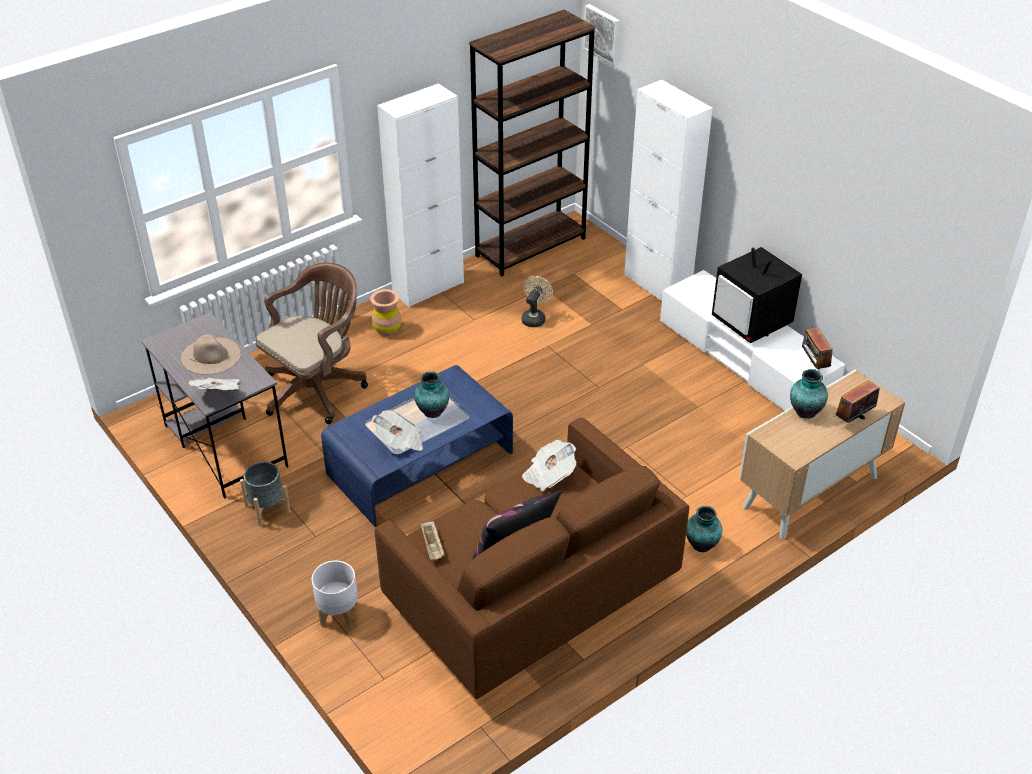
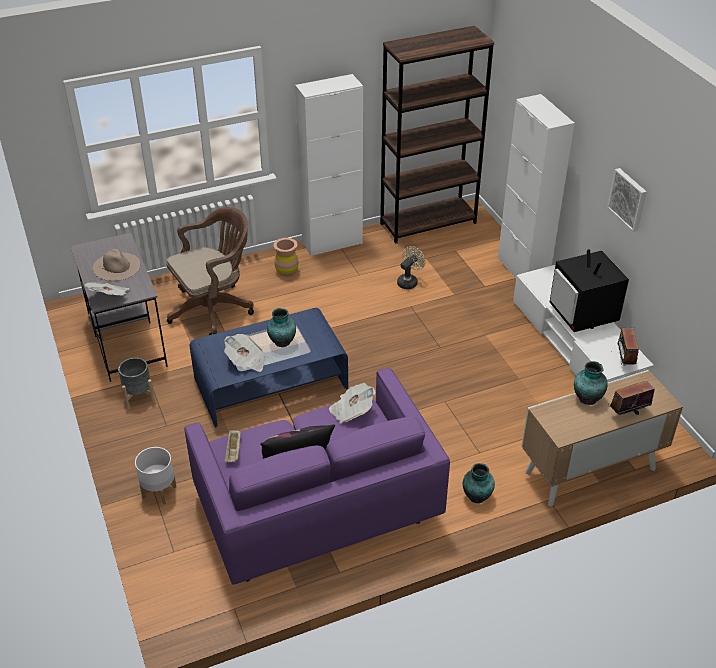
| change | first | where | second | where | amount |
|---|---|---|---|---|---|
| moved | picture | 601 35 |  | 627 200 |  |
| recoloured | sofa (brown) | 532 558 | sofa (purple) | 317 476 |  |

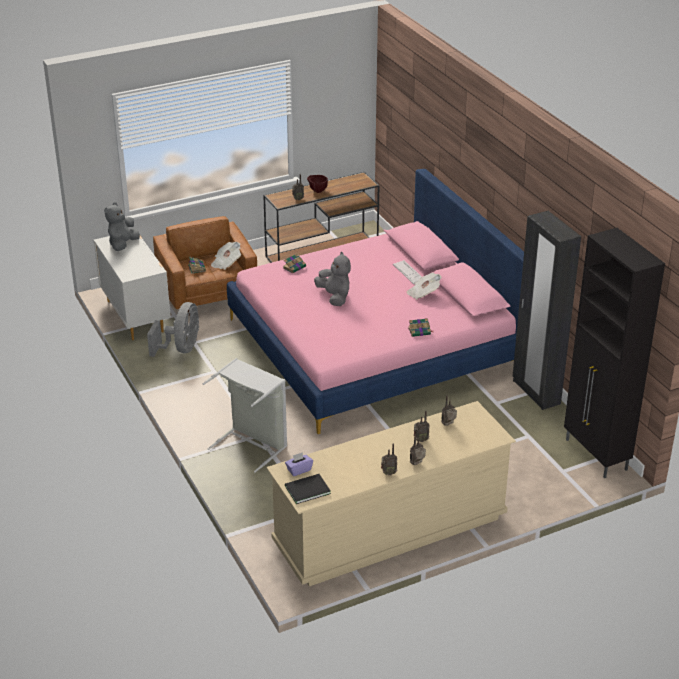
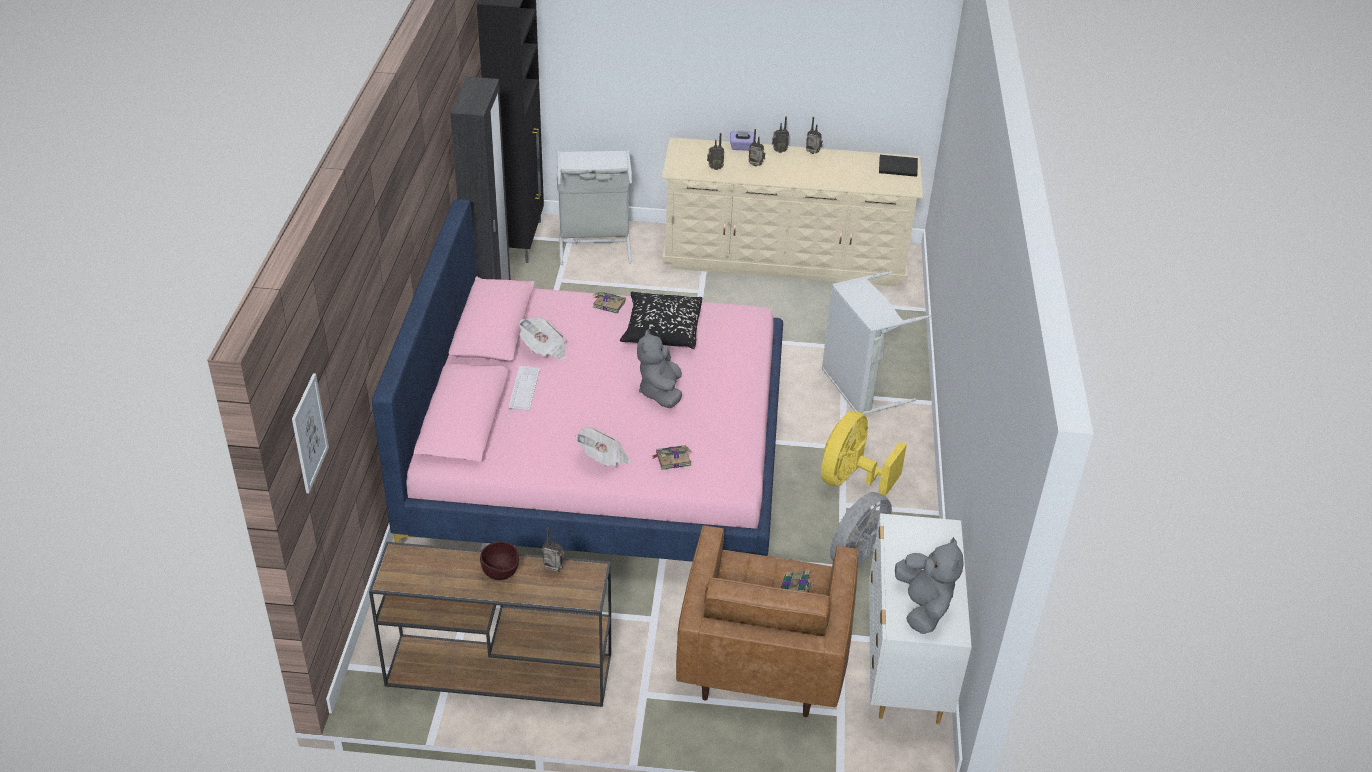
| change | first | where | second | where | amount |
|---|---|---|---|---|---|
| turned | plush toy (grey) | 122 226 |  | 929 585 | 60 degrees counterclockwise |
| moved | newspaper | 226 256 |  | 603 447 |  |
| moved | tissue box (purple) | 299 464 |  | 742 140 |  |
| added |  |  | laundry basket (grey) | 594 207 |  |
| added |  |  | pillow (black) | 661 320 |  |
| added |  |  | picture | 310 433 |  |
| added |  |  | fan (yellow) | 864 453 |  |

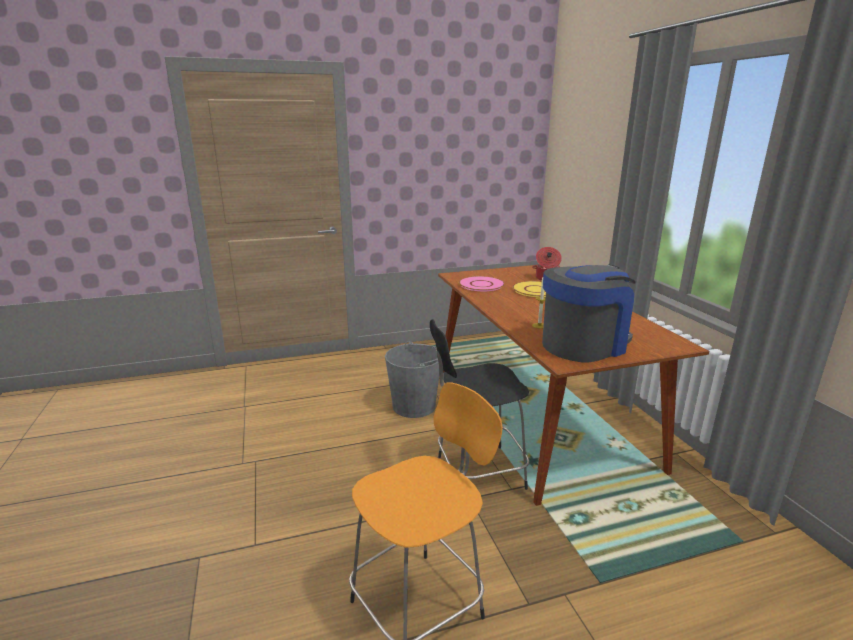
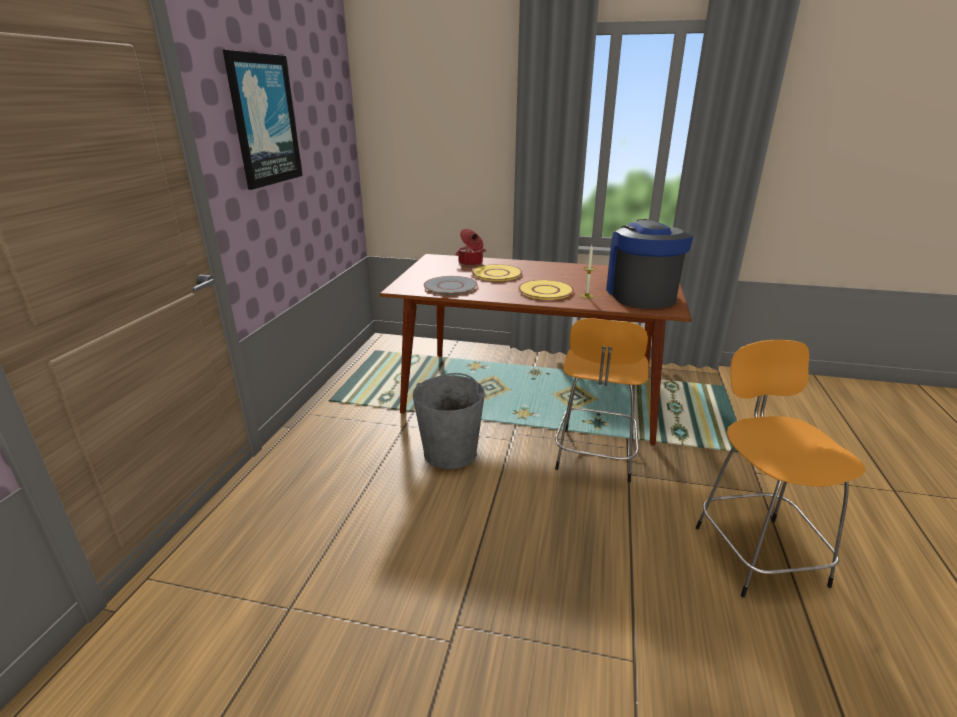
| change | first | where | second | where | amount |
|---|---|---|---|---|---|
| recoloured | plate (pink) | 482 283 | plate (grey) | 450 285 |  |
| recoloured | stool (black) | 480 404 | stool (orange) | 602 400 |  |
| added |  |  | picture | 263 120 |  |
| added |  |  | plate (yellow) | 546 290 |  |

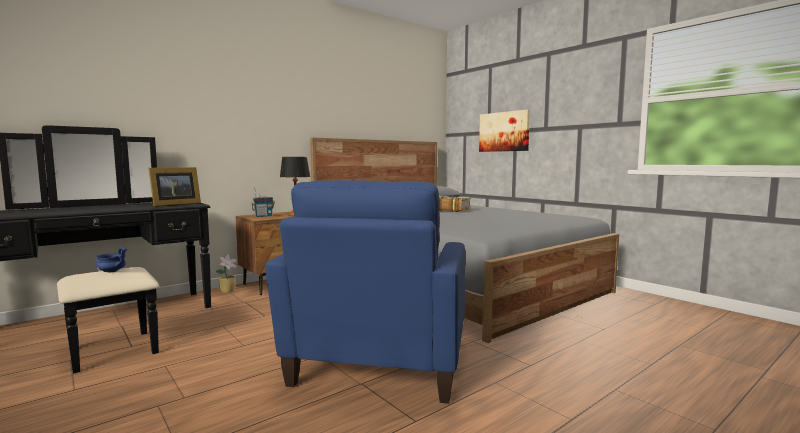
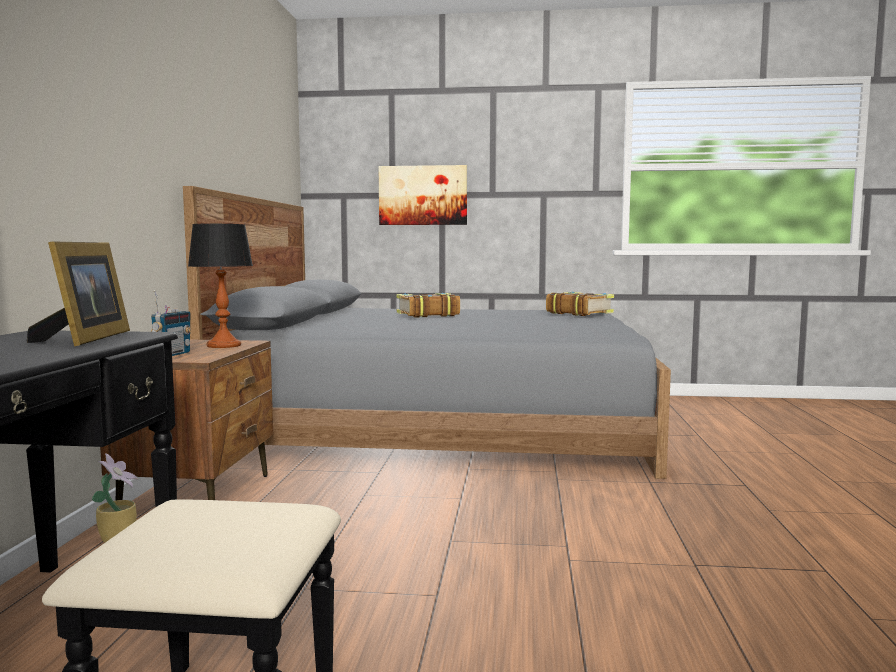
| change | first | where | second | where | amount |
|---|---|---|---|---|---|
| removed | armchair (blue) | 365 292 |  |  |  |
| removed | bowl (blue) | 111 259 |  |  |  |
| added |  |  | book | 580 304 |  |

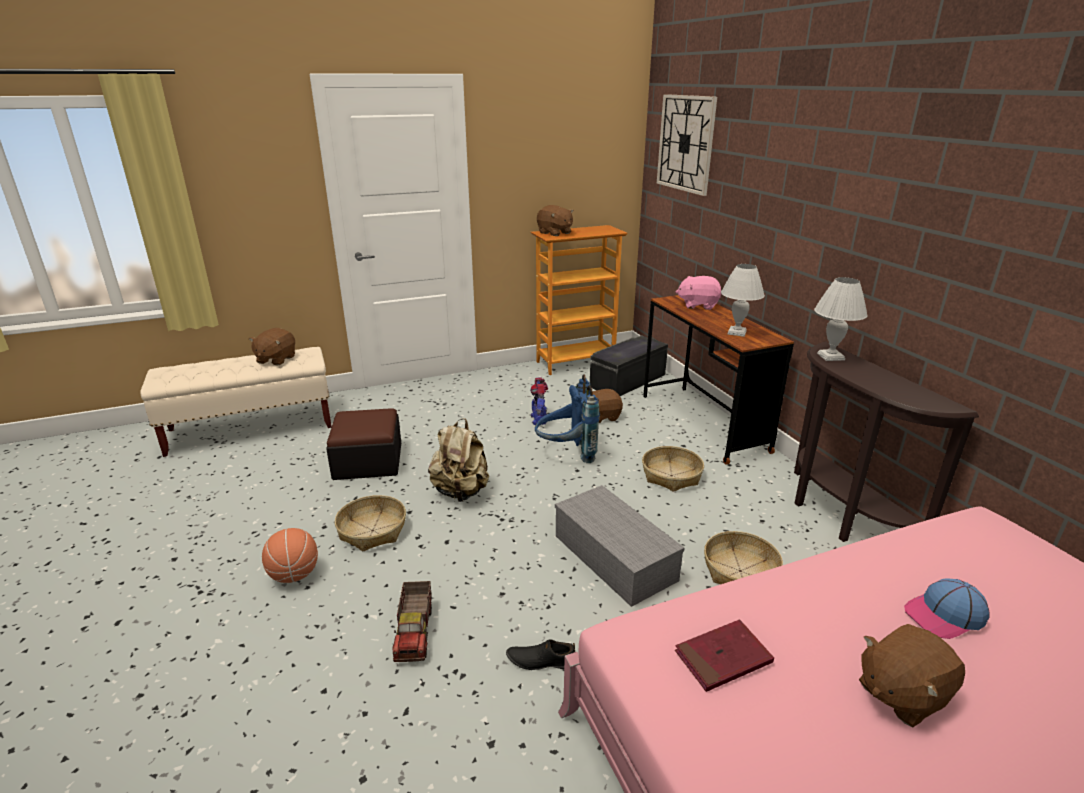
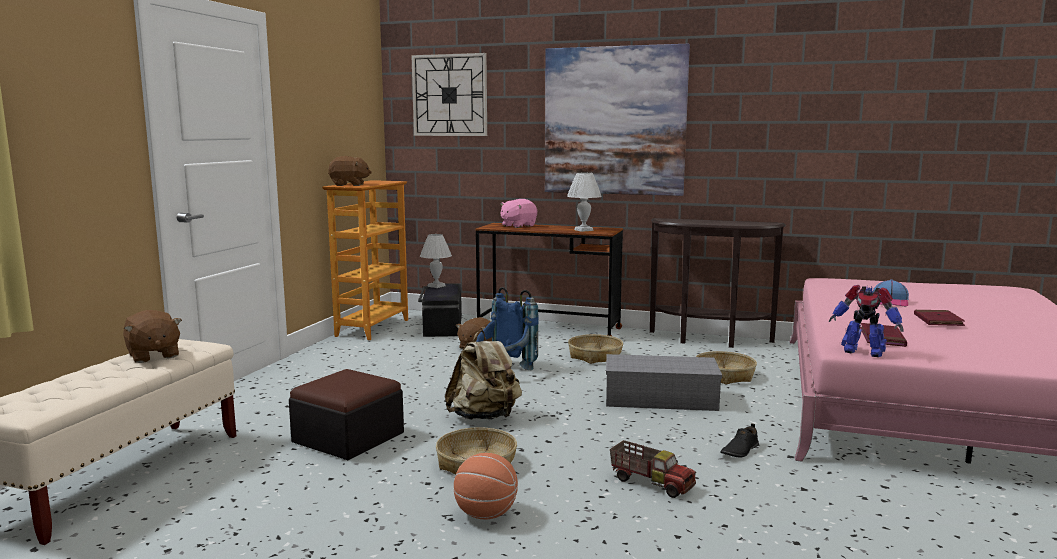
| change | first | where | second | where | amount |
|---|---|---|---|---|---|
| moved | table lamp (white) | 841 319 |  | 436 261 |  |
| moved | toy robot | 539 401 |  | 866 321 |  |
| replaced | plush toy (brown) | 912 675 | book (red) | 939 318 |  |
| added |  |  | picture | 617 120 |  |

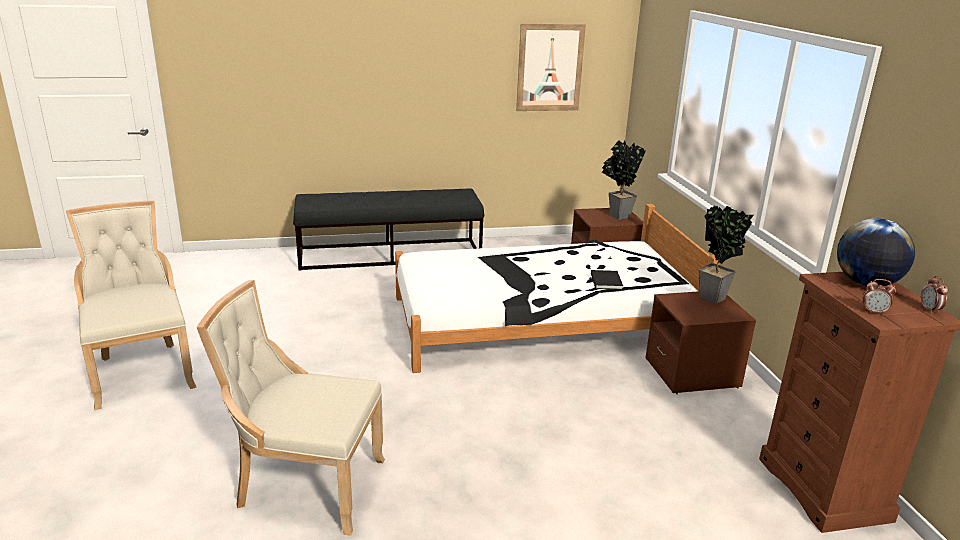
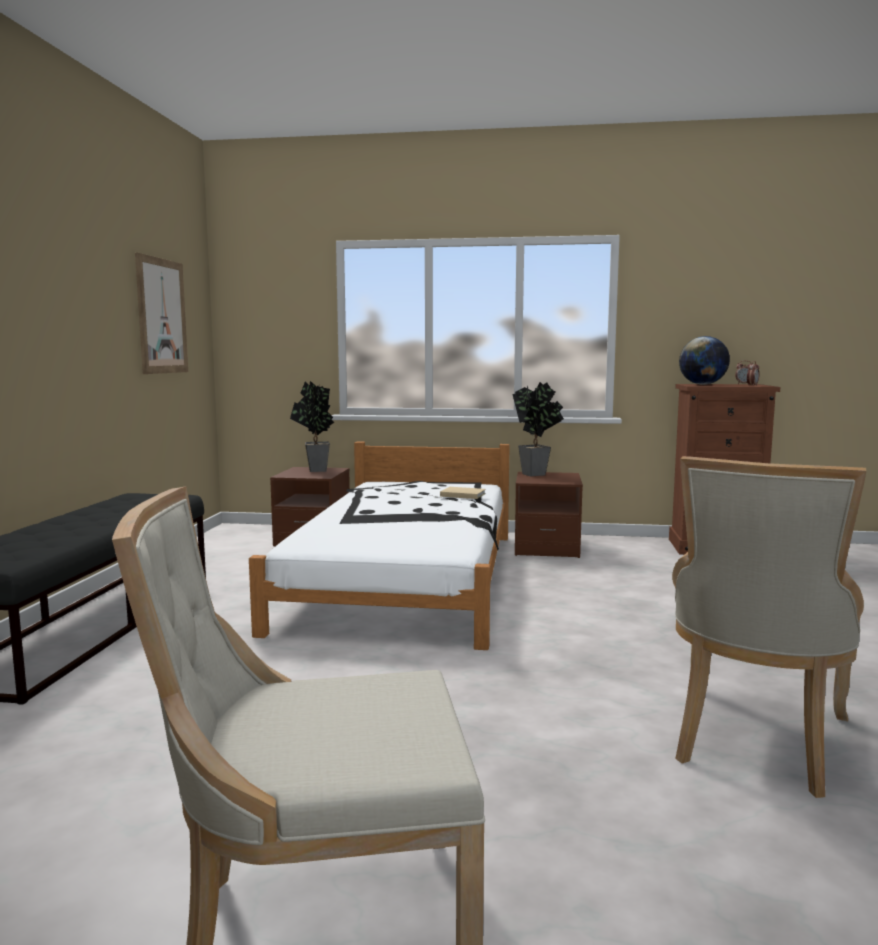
| change | first | where | second | where | amount |
|---|---|---|---|---|---|
| recoloured | book (black) | 607 280 | book (beige) | 463 493 |  |

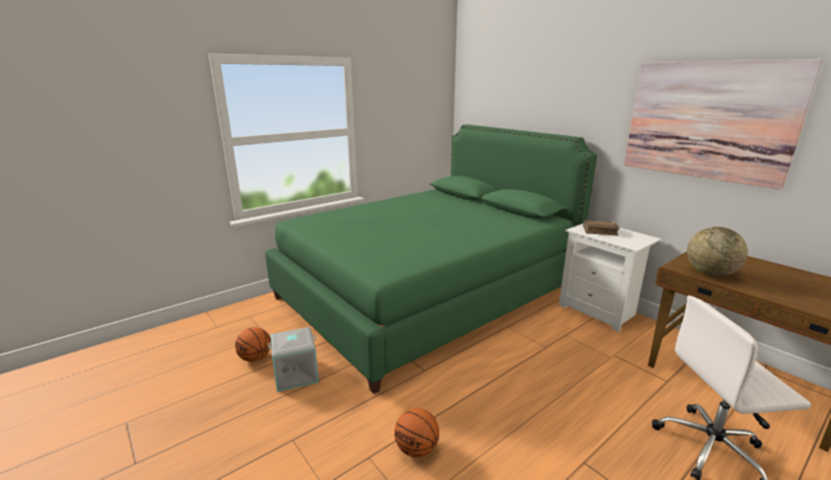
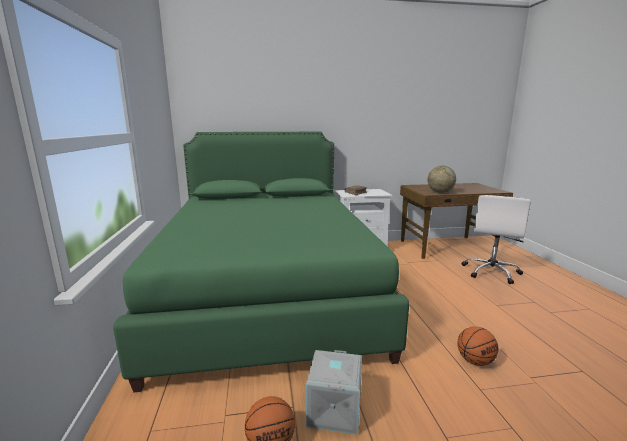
| change | first | where | second | where | amount |
|---|---|---|---|---|---|
| removed | picture | 724 124 |  |  |  |

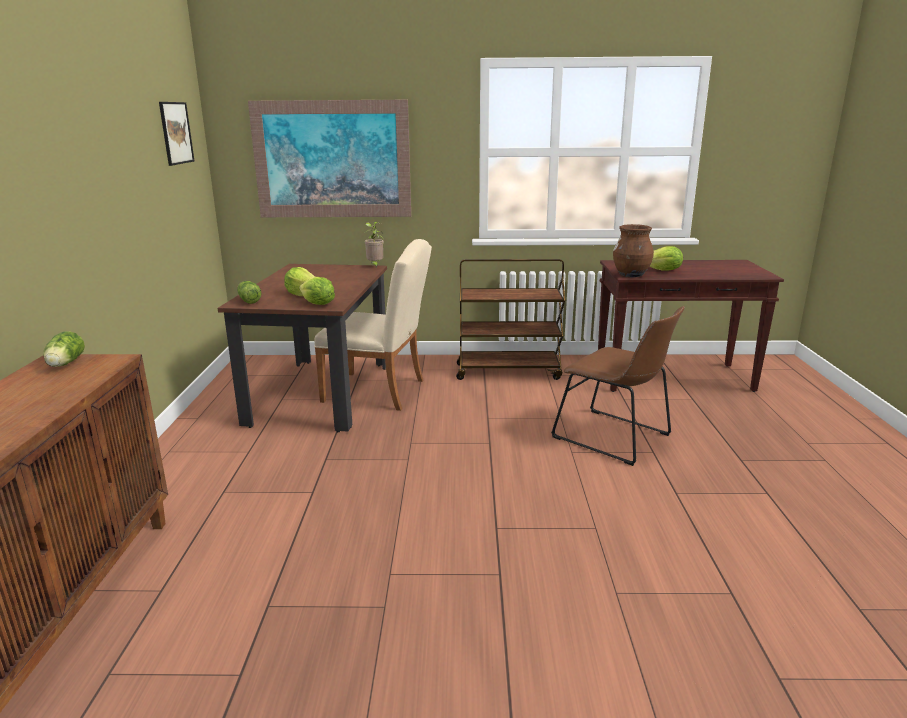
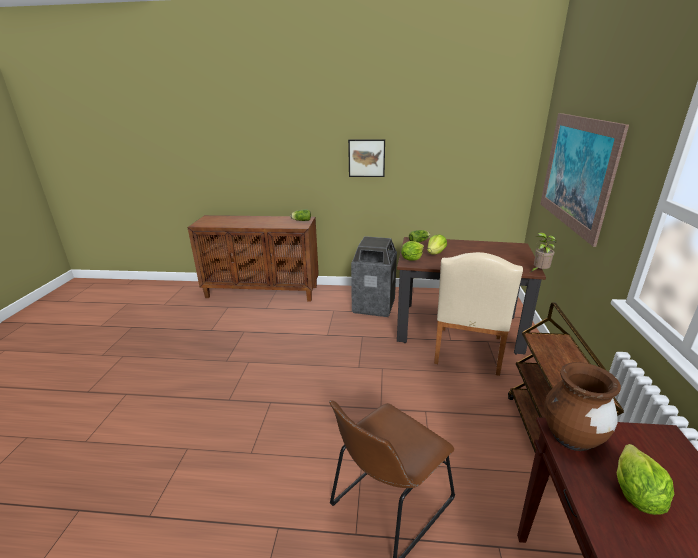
| change | first | where | second | where | amount |
|---|---|---|---|---|---|
| moved | picture | 177 134 |  | 366 158 |  |
| added |  |  | trash can | 374 276 |  |

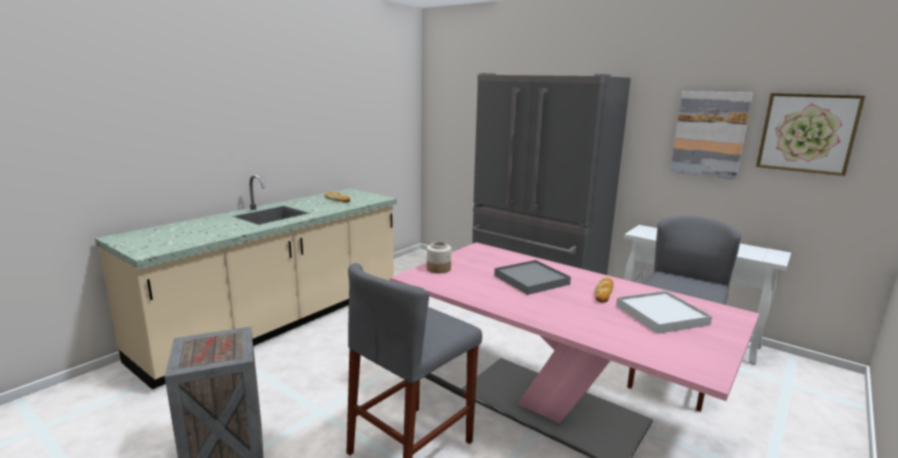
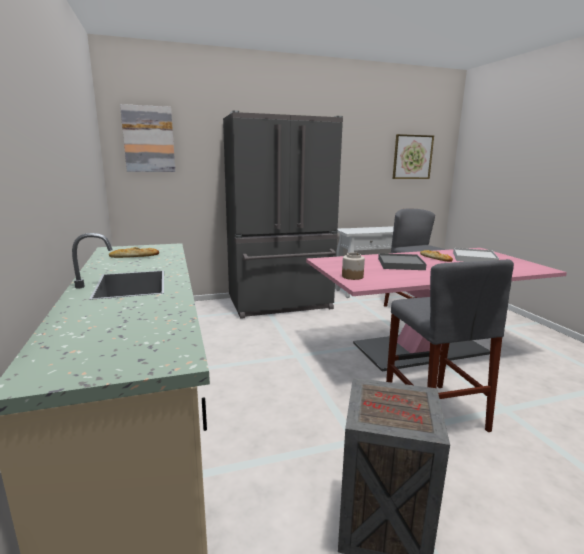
| change | first | where | second | where | amount |
|---|---|---|---|---|---|
| moved | picture | 711 135 |  | 147 138 |  |

